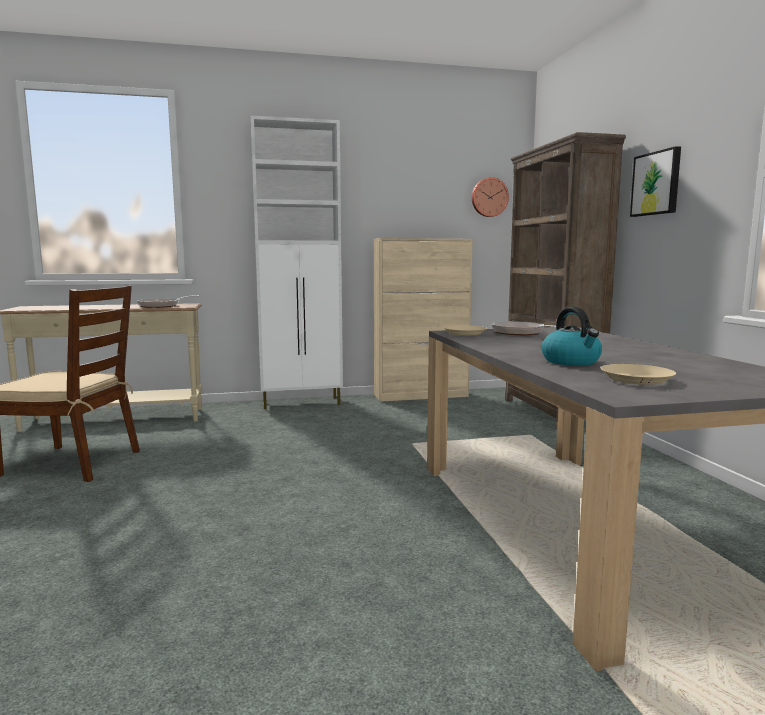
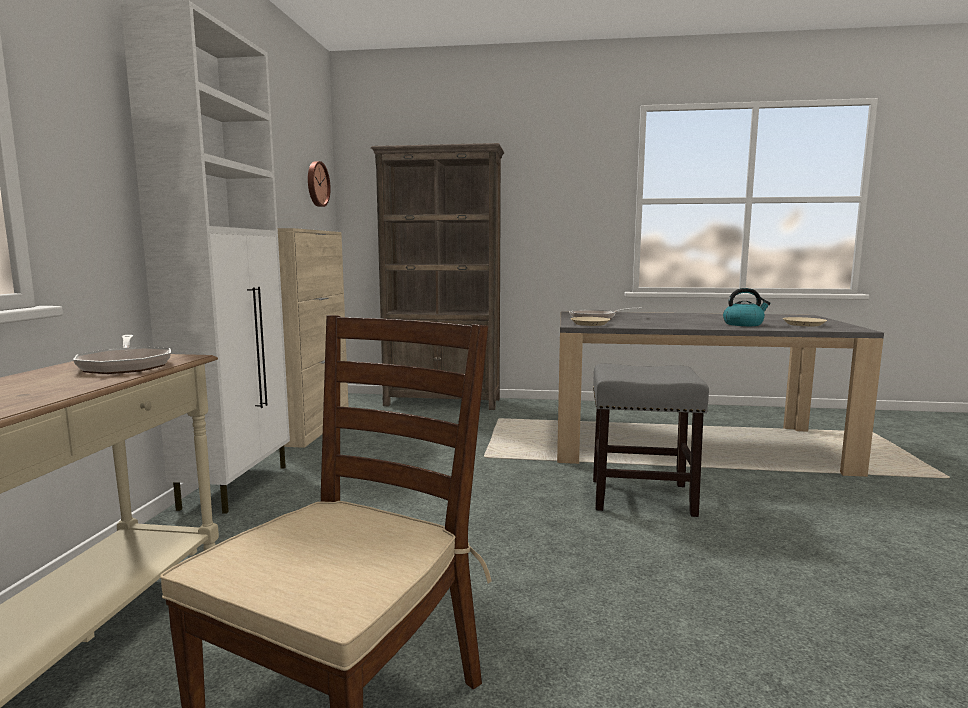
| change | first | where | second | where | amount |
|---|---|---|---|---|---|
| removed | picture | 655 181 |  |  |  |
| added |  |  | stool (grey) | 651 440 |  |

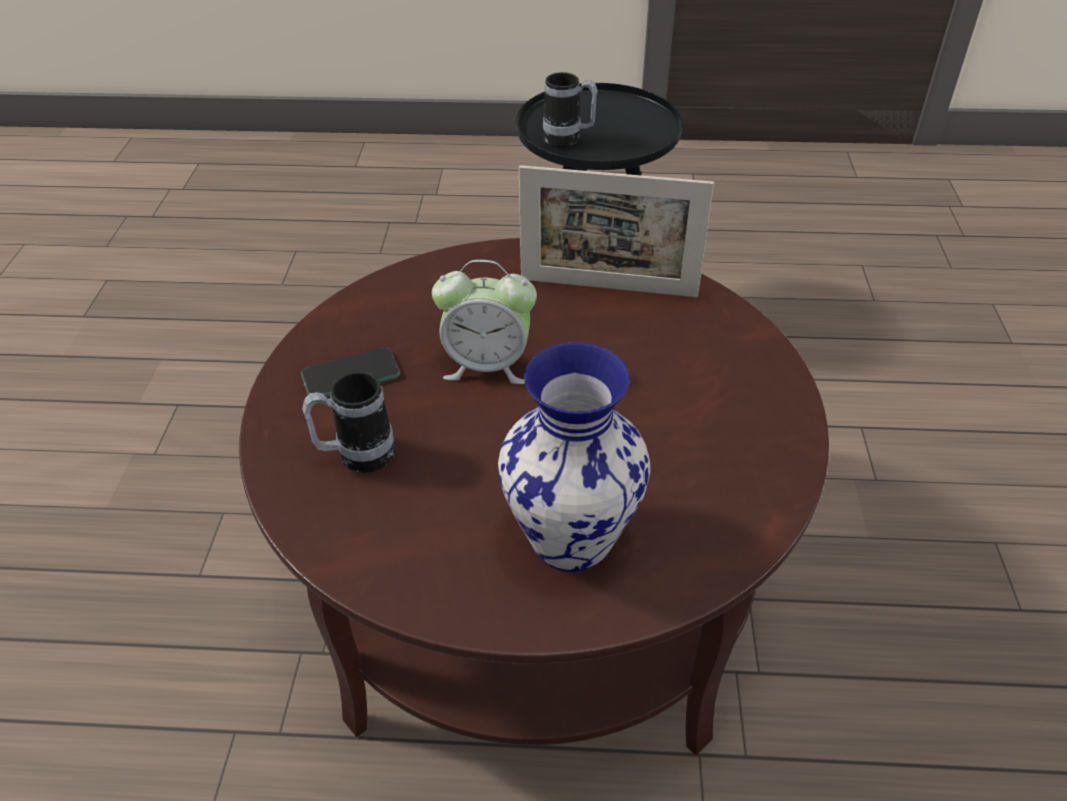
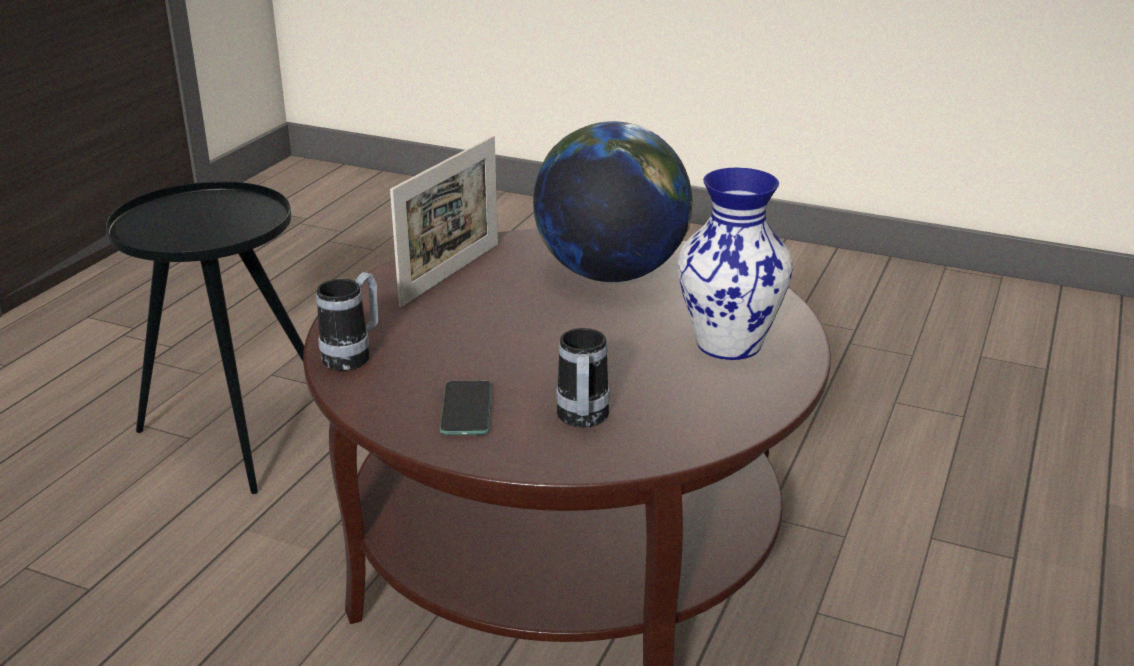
| change | first | where | second | where | amount |
|---|---|---|---|---|---|
| moved | mug | 570 109 |  | 347 321 |  |
| removed | alarm clock | 484 322 |  |  |  |
| added |  |  | globe | 612 201 |  |

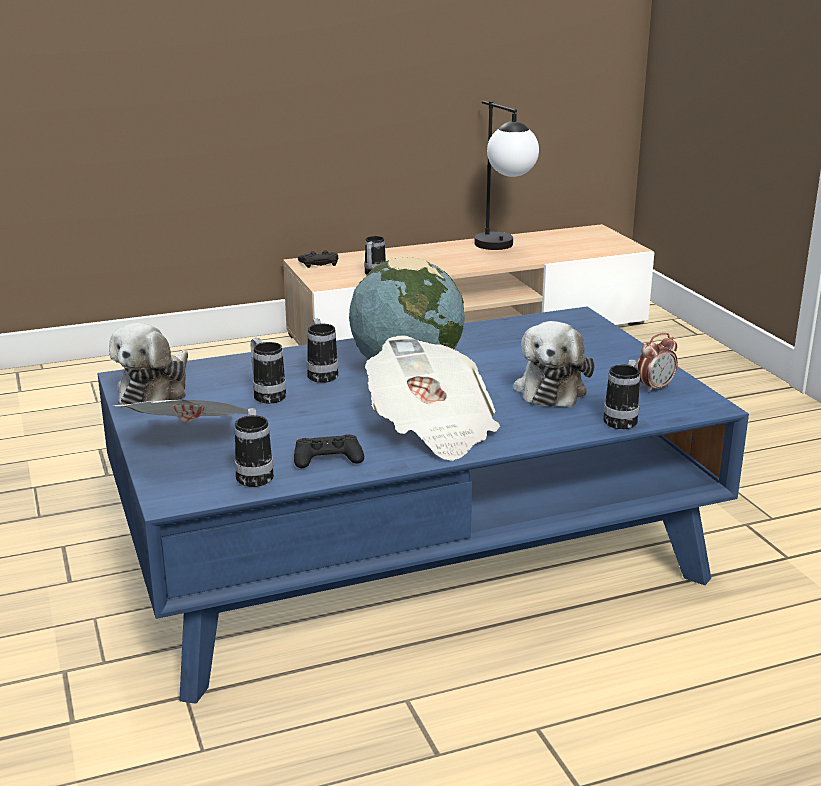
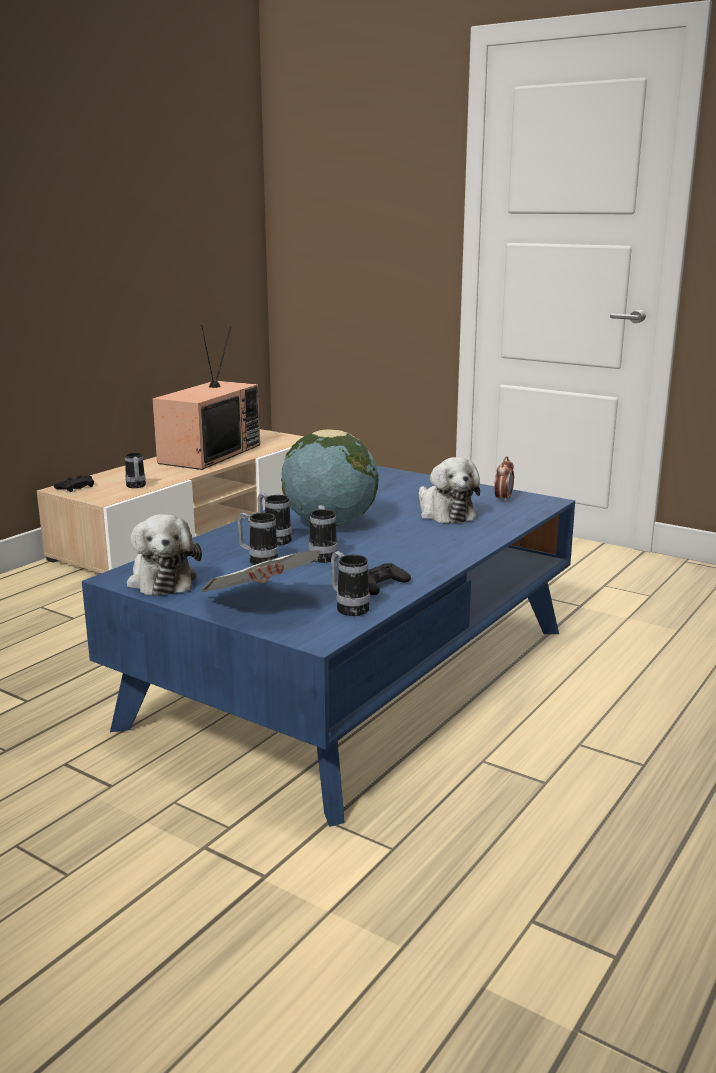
| change | first | where | second | where | amount |
|---|---|---|---|---|---|
| replaced | table lamp | 506 175 | television | 206 397 |  |
| removed | newspaper | 432 398 |  |  |  |
| moved | mug | 621 394 |  | 323 534 |  |

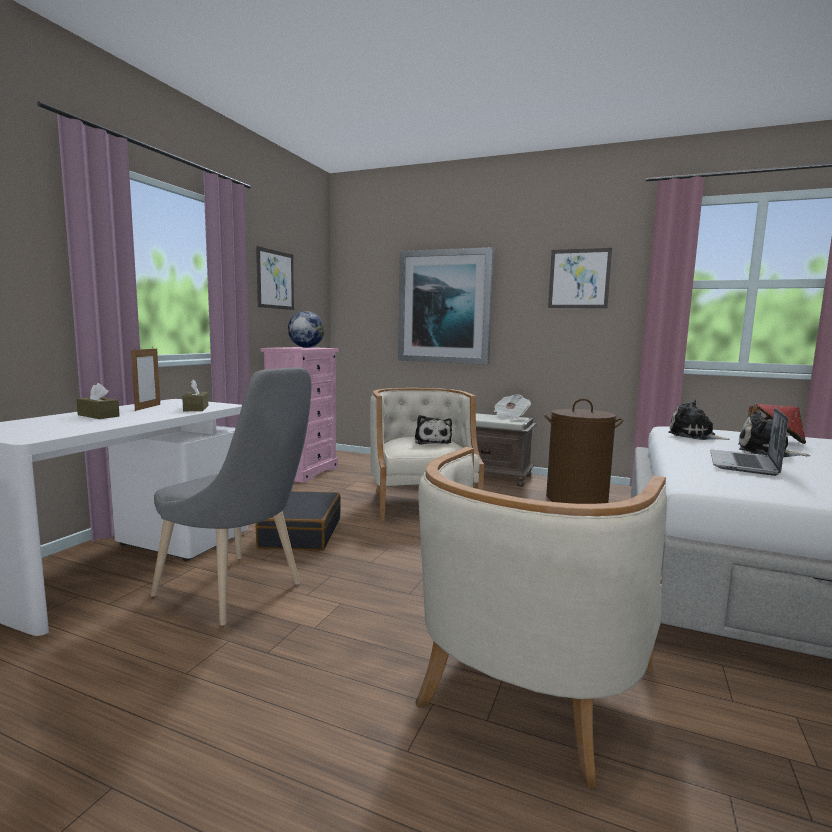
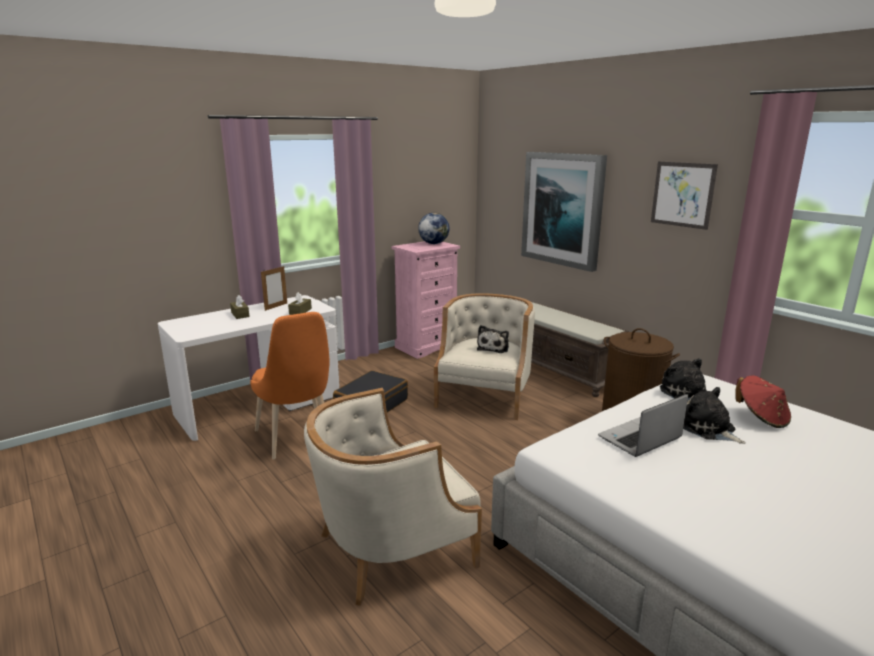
| change | first | where | second | where | amount |
|---|---|---|---|---|---|
| removed | picture | 275 278 |  |  |  |
| recoloured | chair (grey) | 231 496 | chair (orange) | 290 386 |  |
| removed | newspaper | 512 407 |  |  |  |

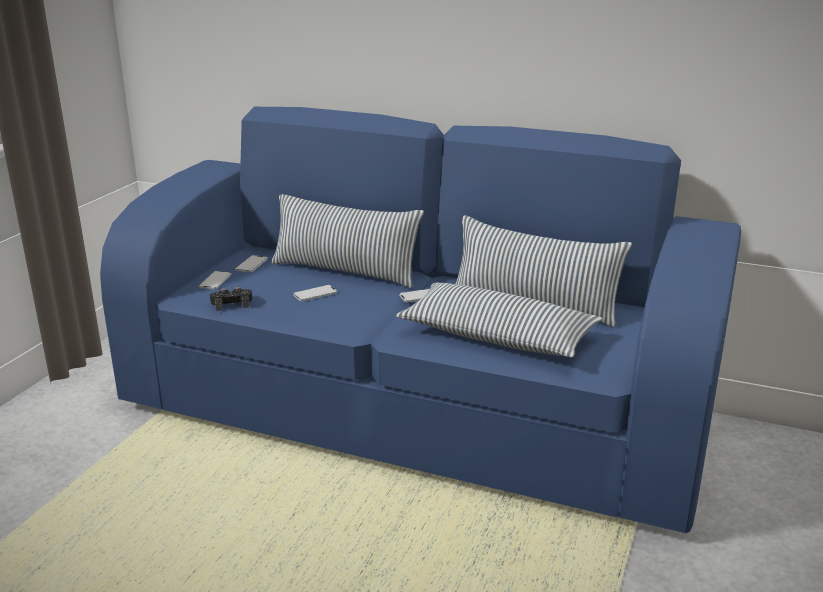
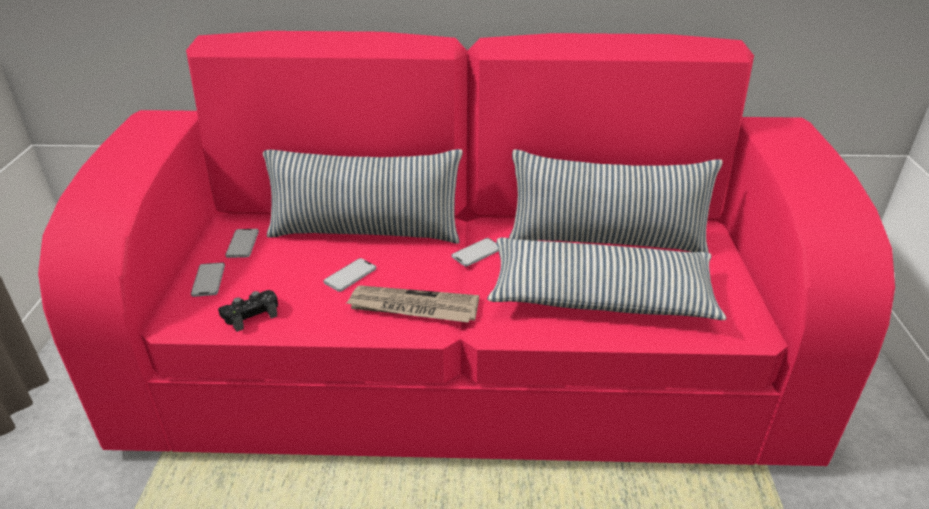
| change | first | where | second | where | amount |
|---|---|---|---|---|---|
| recoloured | sofa (blue) | 420 320 | sofa (pink) | 466 248 |  |
| added |  |  | newspaper | 412 304 |  |

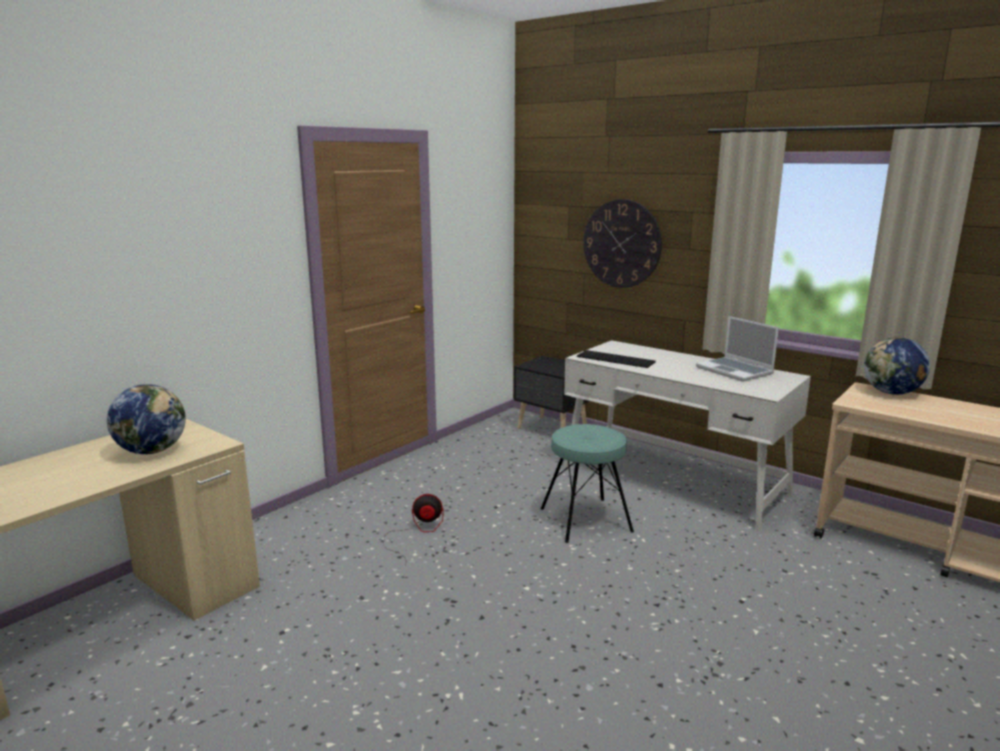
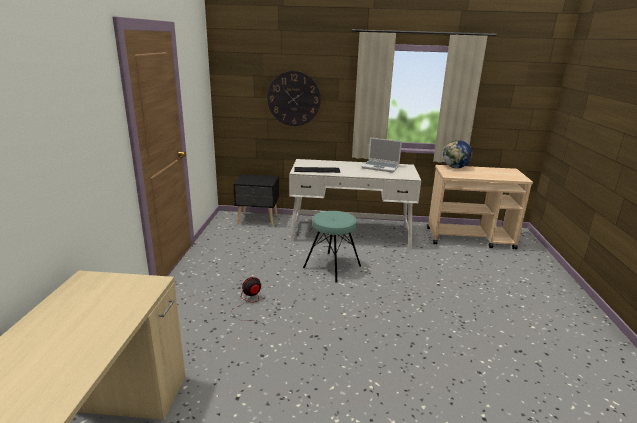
| change | first | where | second | where | amount |
|---|---|---|---|---|---|
| removed | globe | 146 419 |  |  |  |

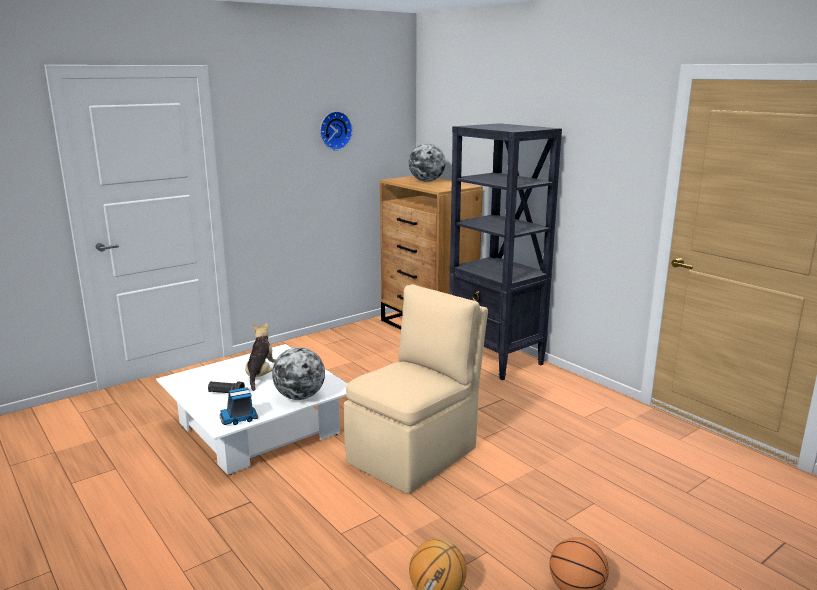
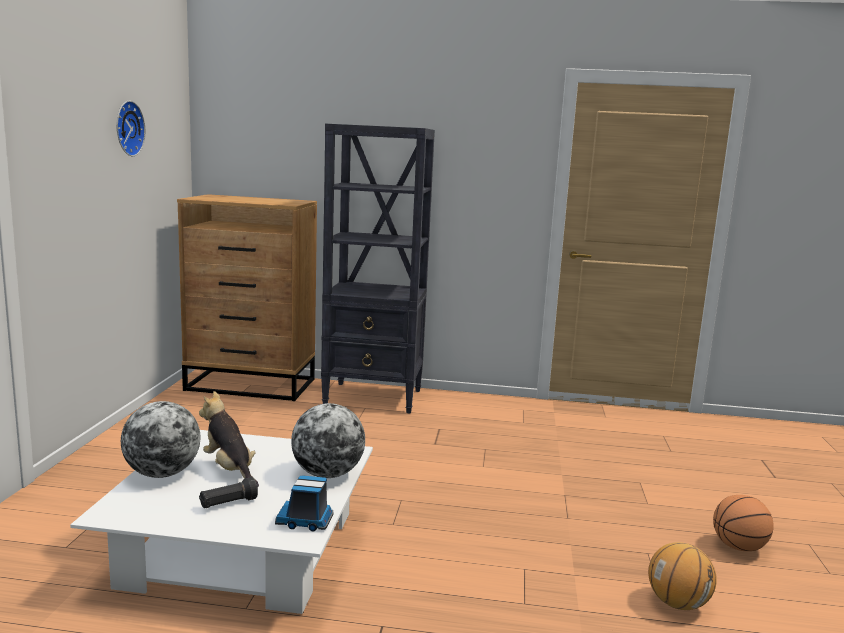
| change | first | where | second | where | amount |
|---|---|---|---|---|---|
| moved | globe | 427 163 |  | 160 439 |  |
| removed | chair (beige) | 416 389 |  |  |  |
| turned | toy truck | 238 406 |  | 304 503 | 75 degrees clockwise |

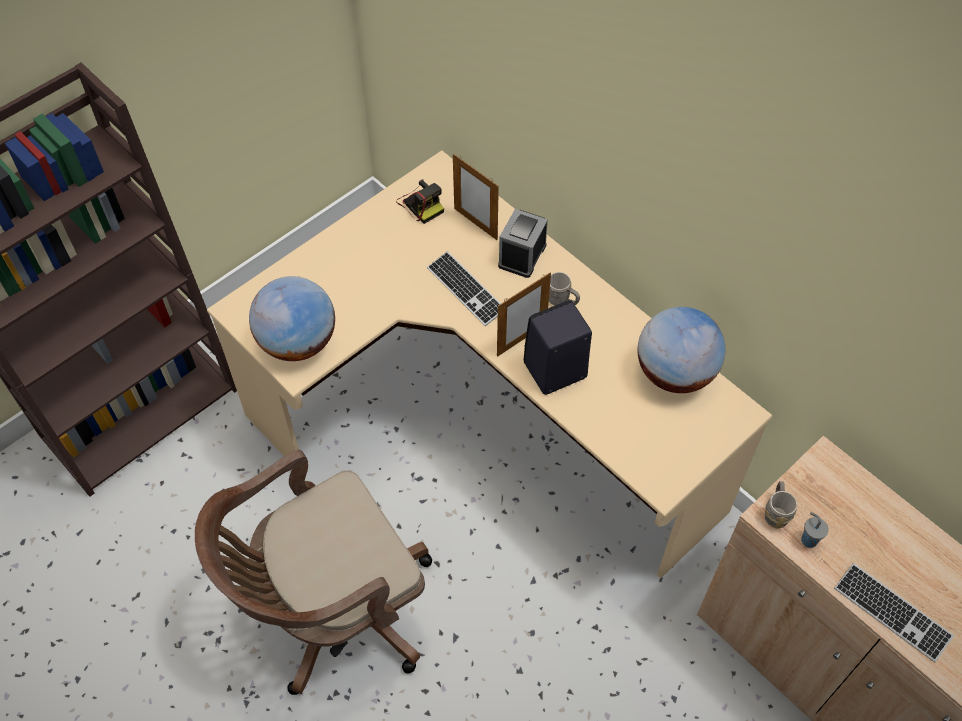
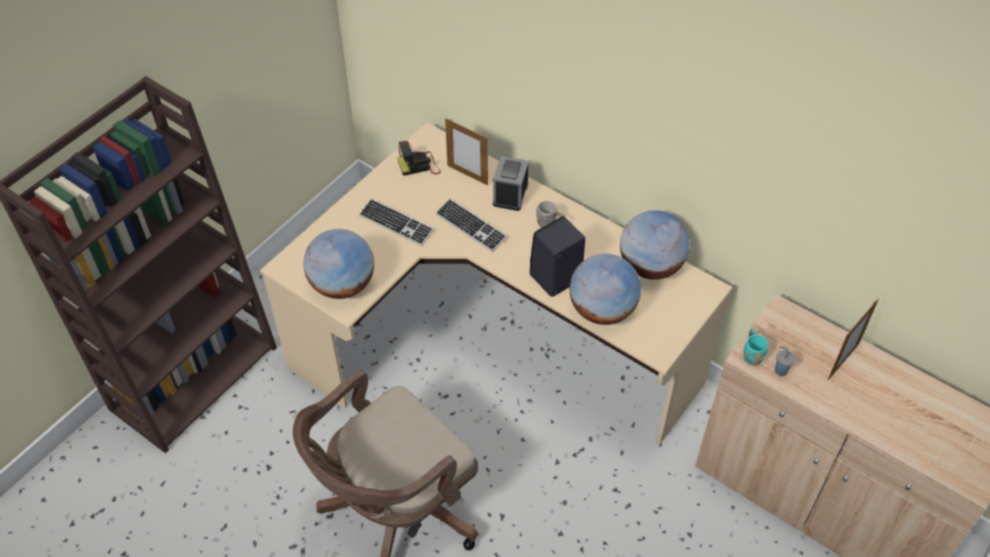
| change | first | where | second | where | amount |
|---|---|---|---|---|---|
| turned | photo camera | 420 201 |  | 419 158 | 120 degrees clockwise |
| moved | picture frame | 524 314 |  | 853 339 |  |
| recoloured | mug (grey) | 781 505 | mug (turquoise) | 756 347 |  |
| moved | keyboard | 894 612 |  | 396 222 |  |
| added |  |  | globe | 605 289 |  |

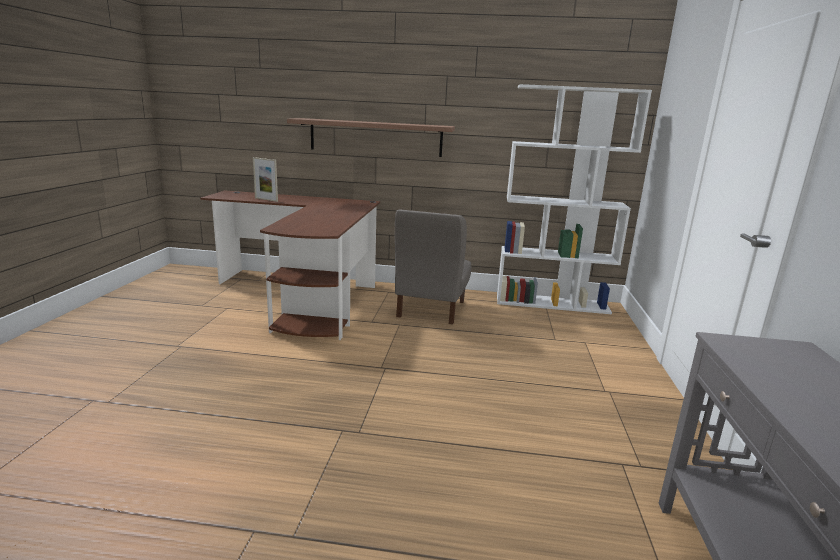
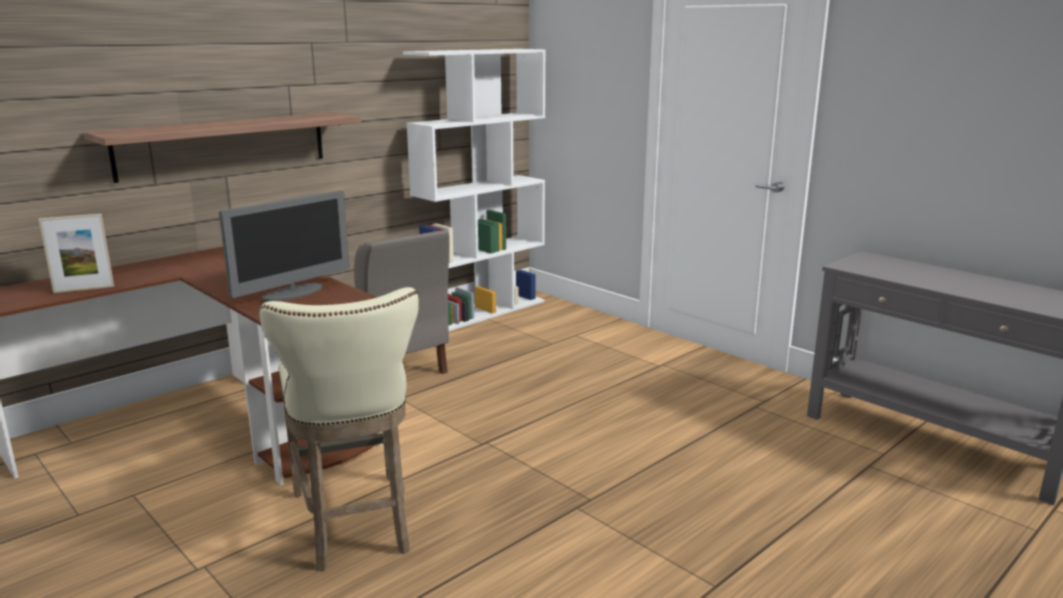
| change | first | where | second | where | amount |
|---|---|---|---|---|---|
| added |  |  | monitor | 284 246 |  |
| added |  |  | stool (beige) | 339 429 |  |

